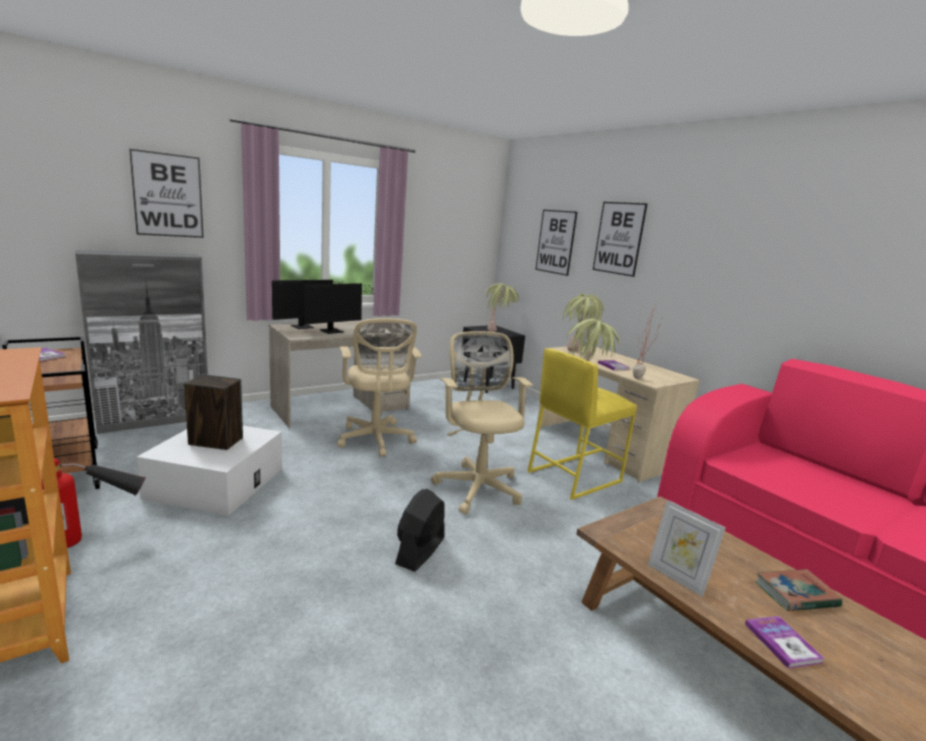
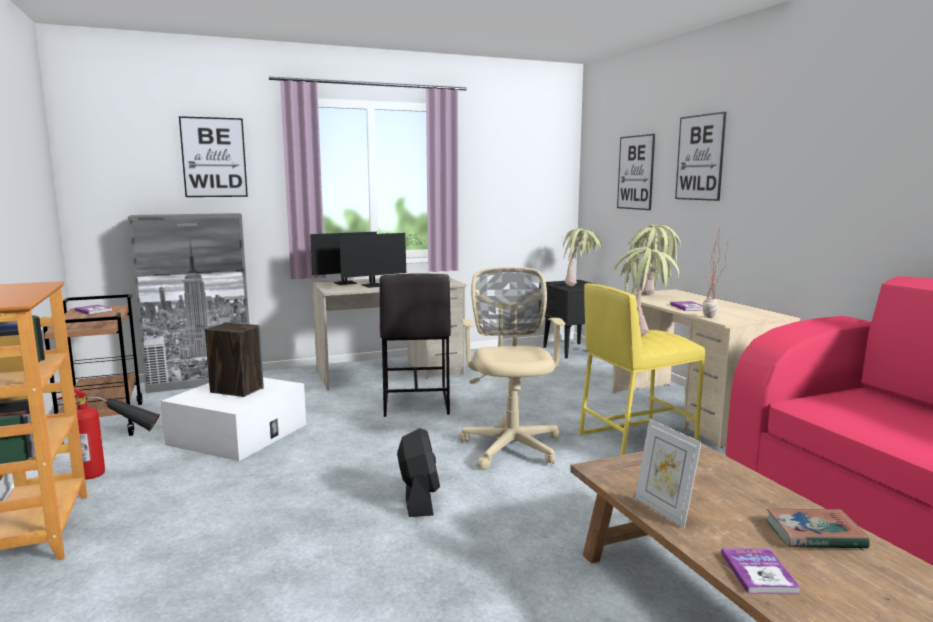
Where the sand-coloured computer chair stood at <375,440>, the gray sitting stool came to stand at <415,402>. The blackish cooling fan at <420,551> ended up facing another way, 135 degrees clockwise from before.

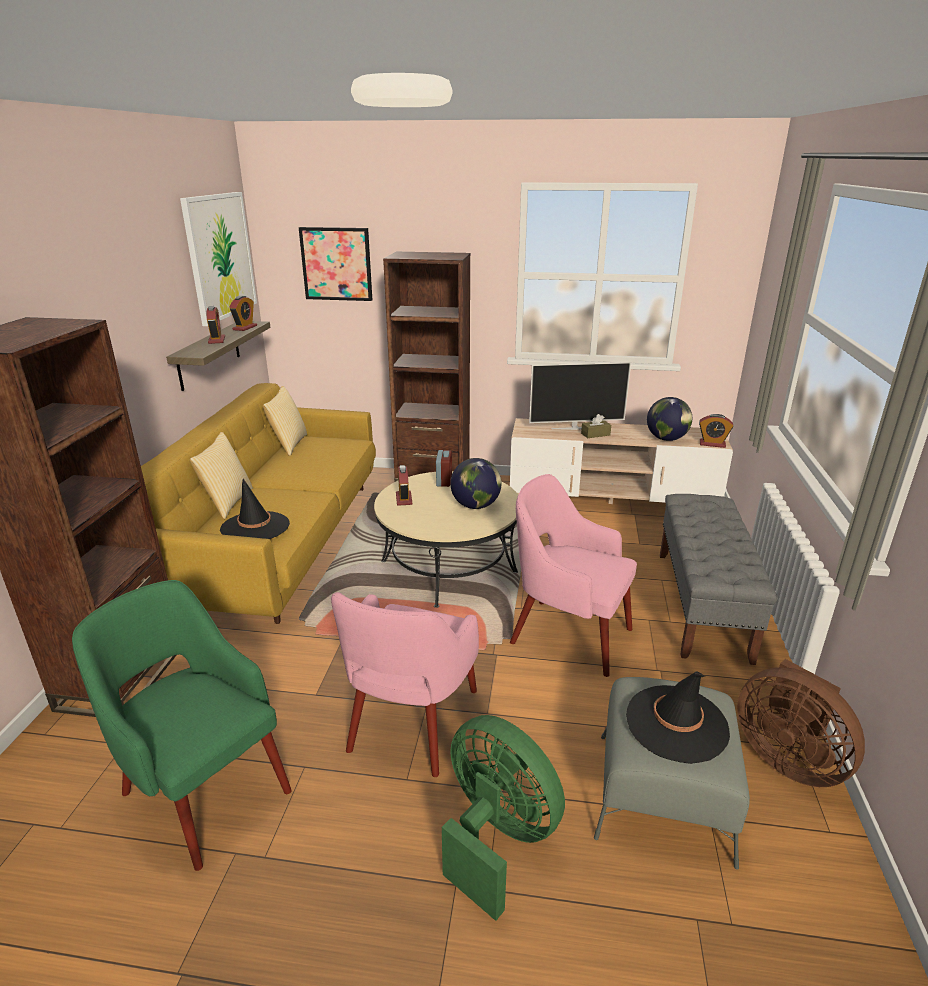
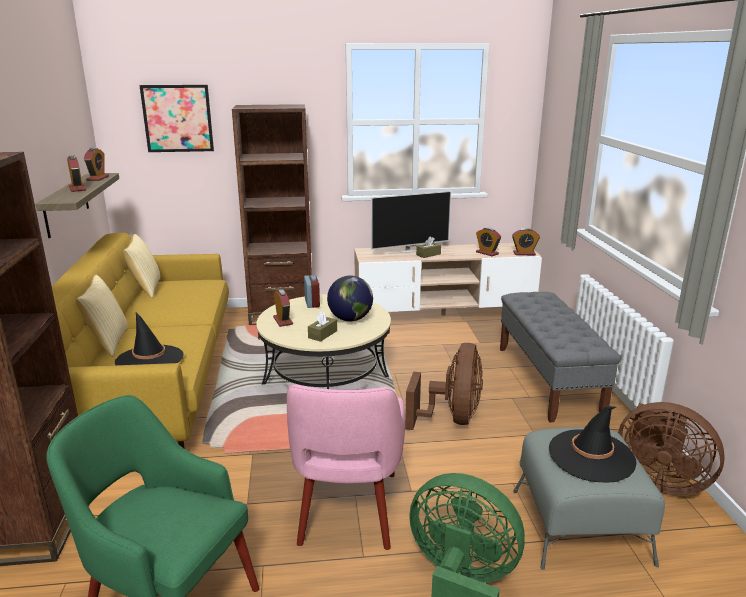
The second view gained the brown box of tissues at <322,334>. Where the pinkish armchair stood at <567,634>, the brown cooling fan came to stand at <451,418>. Where the world globe stood at <666,439>, the table clock came to stand at <487,253>. The second view lost the picture at <220,256>.

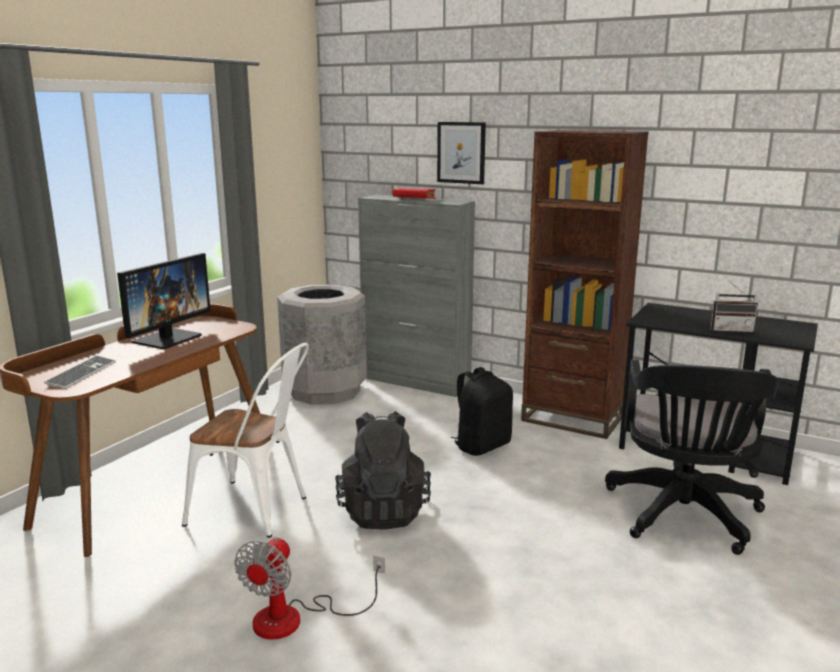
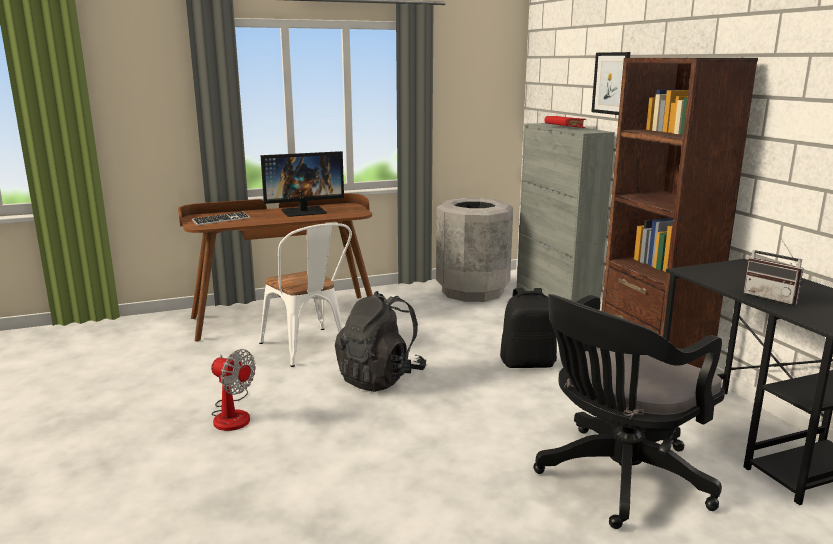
The cooling fan at <295,619> ended up facing another way, 120 degrees counterclockwise from before.

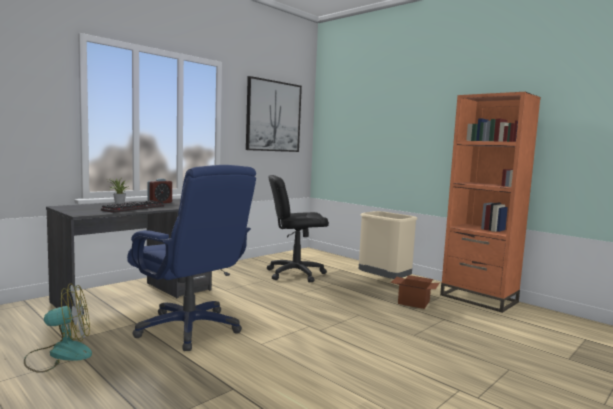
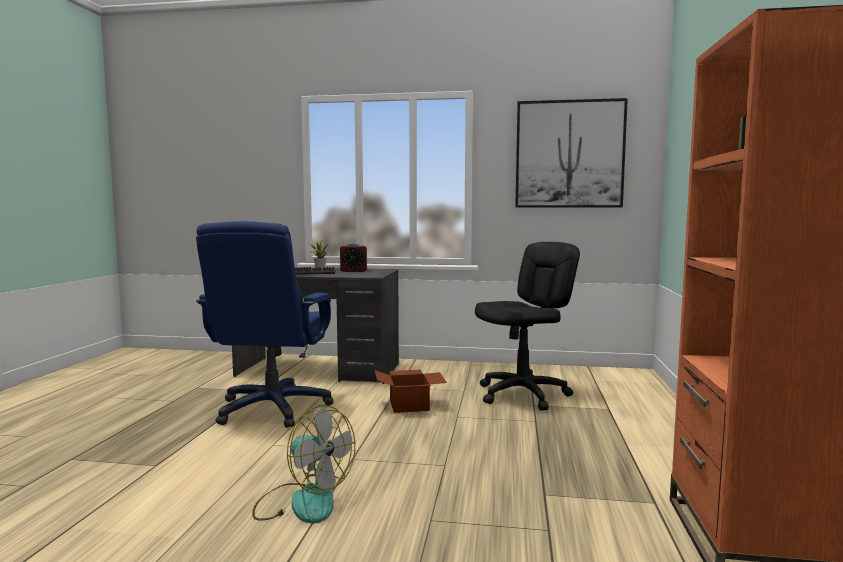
The cooling fan ended up elsewhere, having gone from <60,354> to <302,502>. The cardboard box ended up elsewhere, having gone from <414,302> to <410,405>. The blackish computer chair at <295,274> ended up facing another way, 105 degrees clockwise from before. The second view lost the sand-coloured trash can at <384,281>.

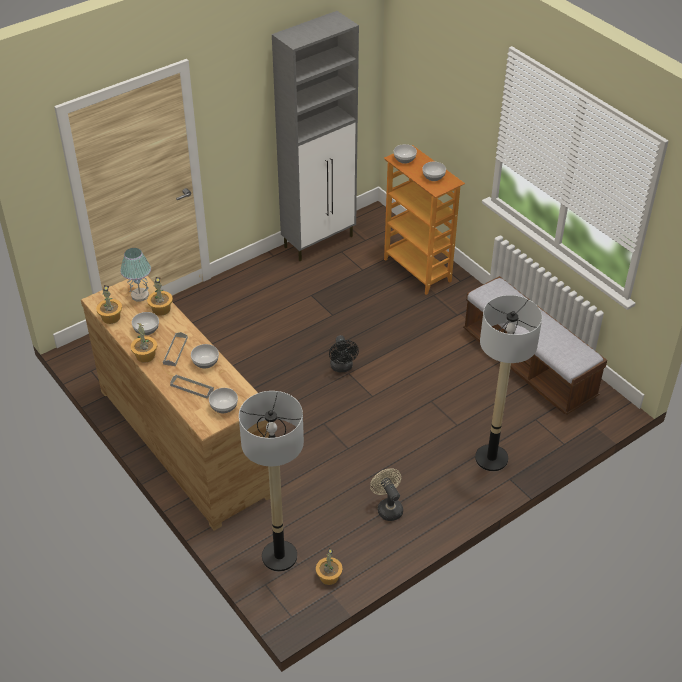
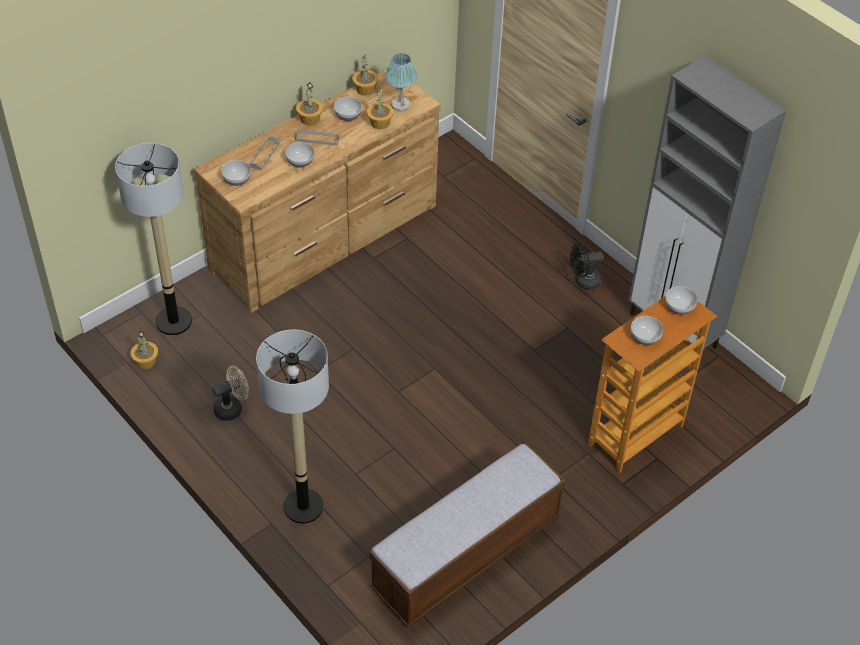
The blackish cooling fan ended up elsewhere, having gone from <342,367> to <583,281>.

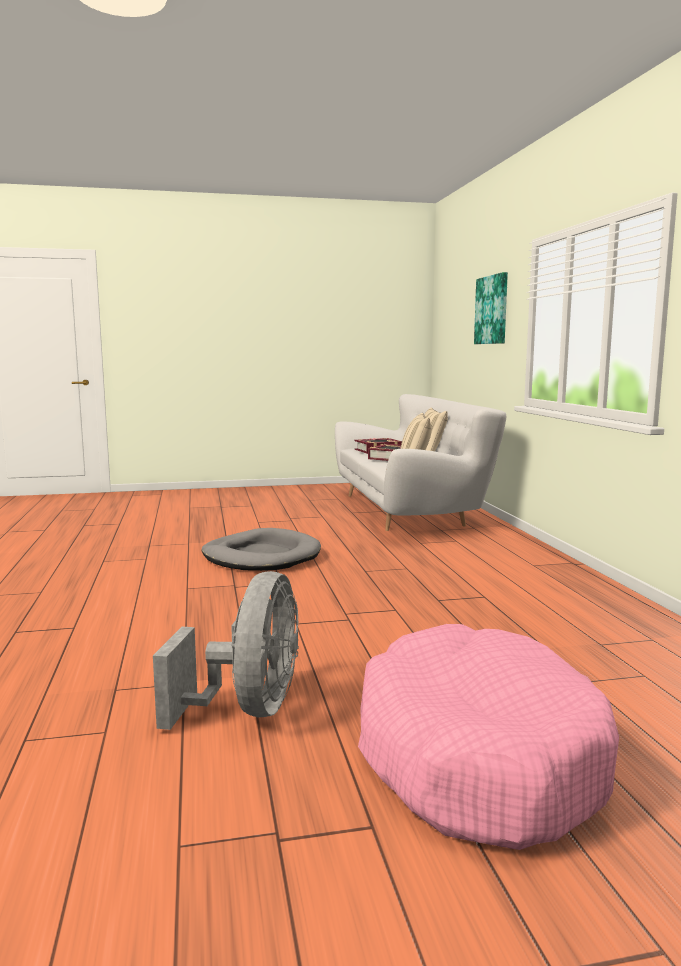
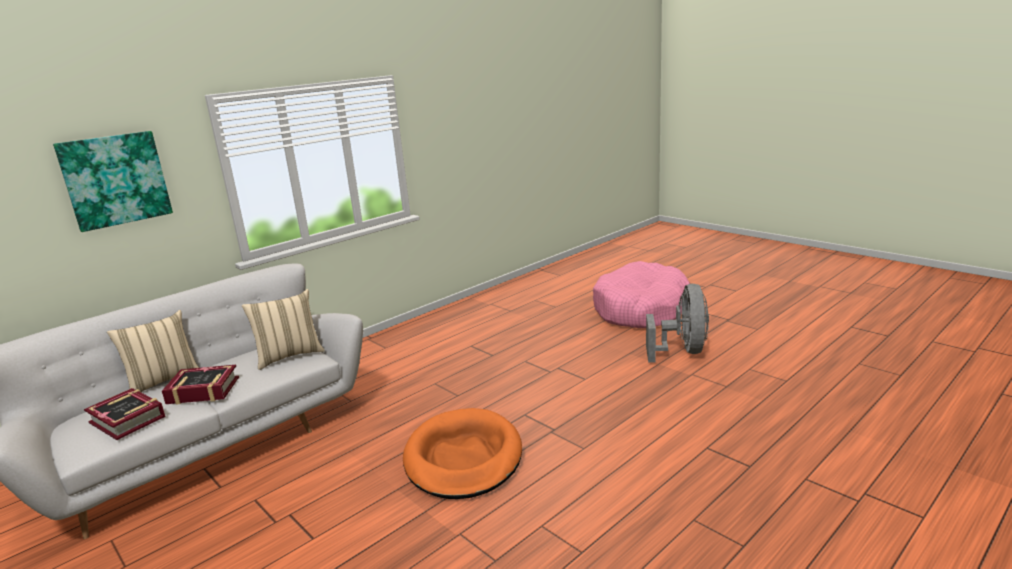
What was the gray dog bed at <261,556> turned into the orange-coloured dog bed at <463,458>. The gray cooling fan at <249,709> ended up facing another way, 120 degrees clockwise from before.

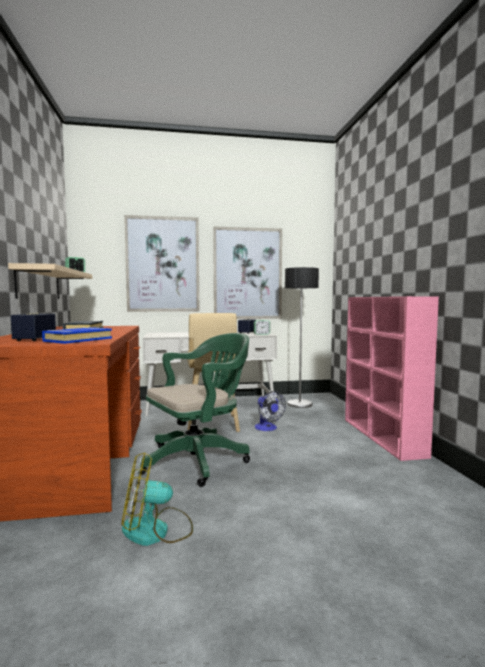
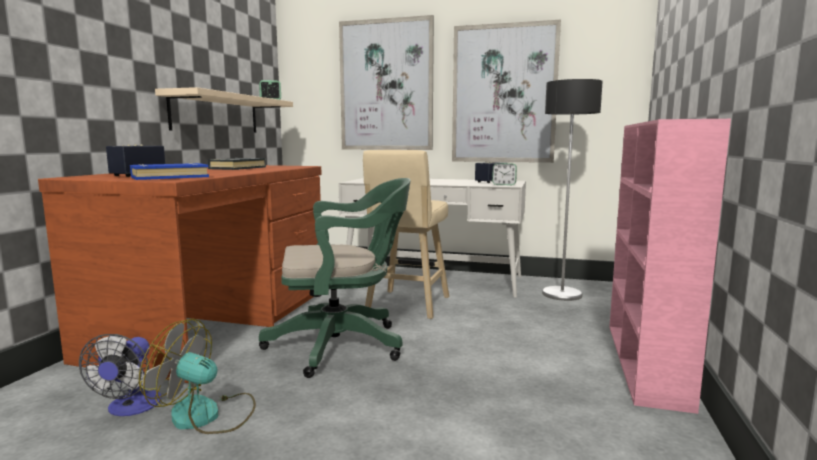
The cooling fan ended up elsewhere, having gone from <267,428> to <130,408>.

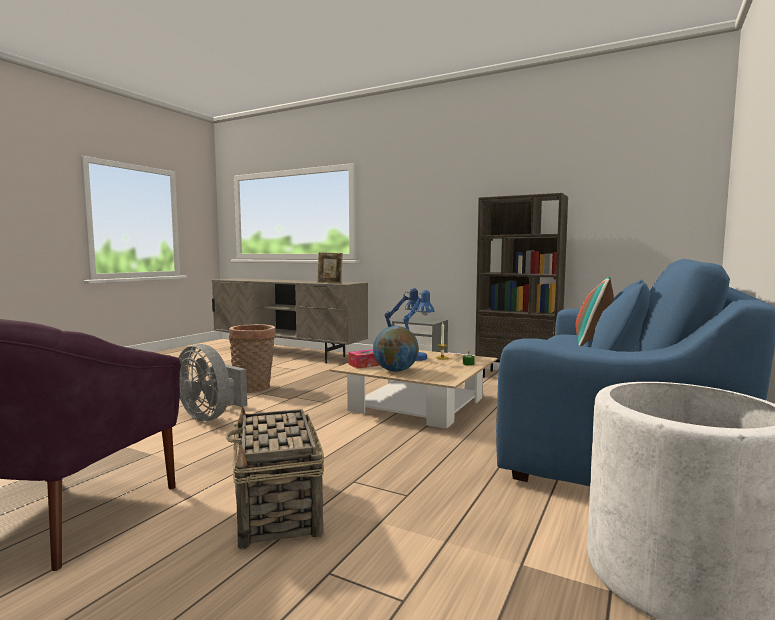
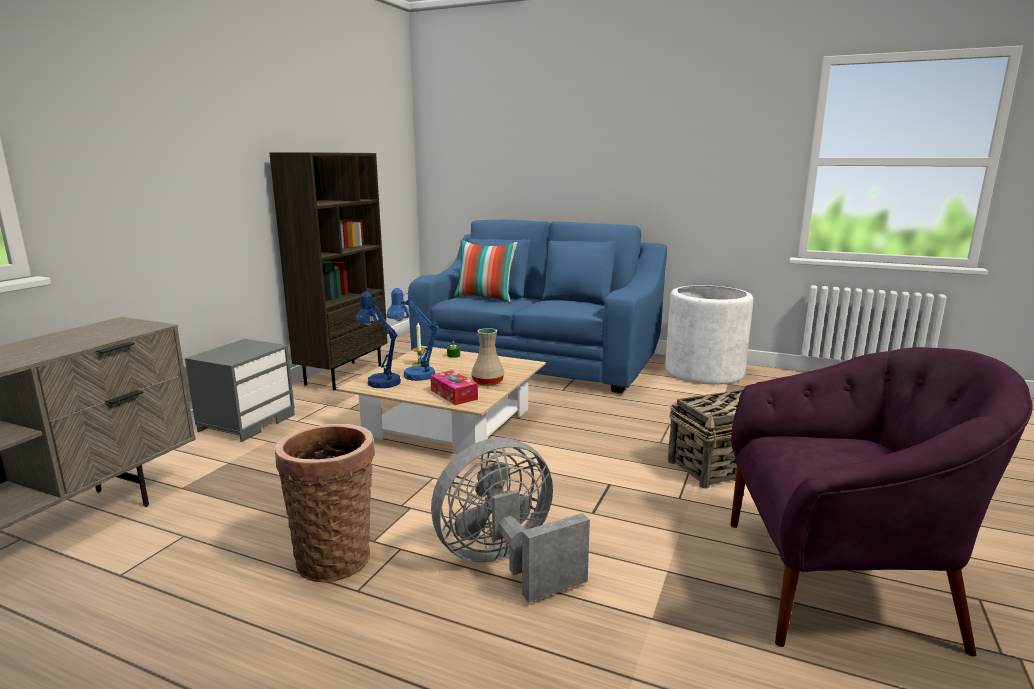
The gray cooling fan at <211,416> ended up facing another way, 150 degrees counterclockwise from before. Where the world globe stood at <395,371>, the sand-coloured vase came to stand at <488,382>. The second view lost the picture frame at <330,283>.

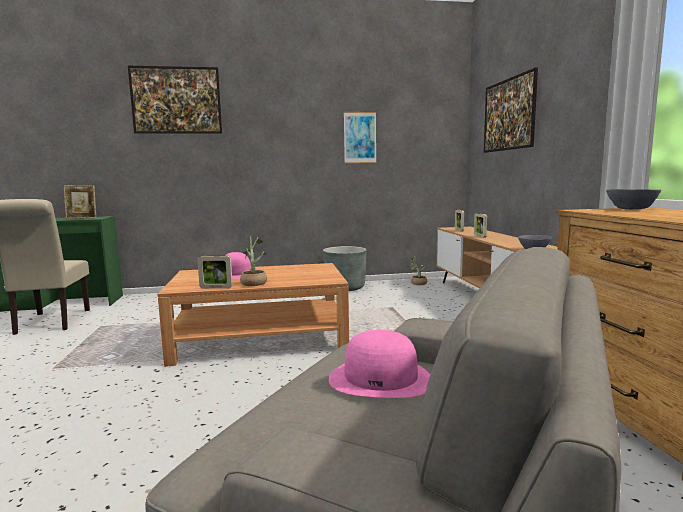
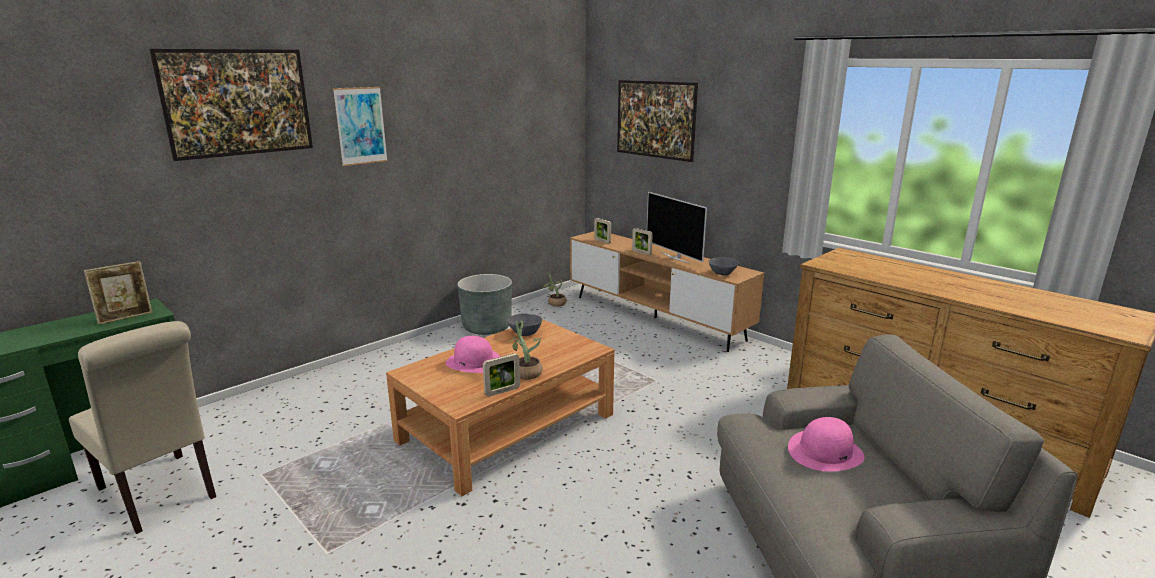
The picture ended up elsewhere, having gone from <360,137> to <361,126>. The gray deep dish ended up elsewhere, having gone from <631,209> to <525,333>. The second view gained the TV set at <675,257>.

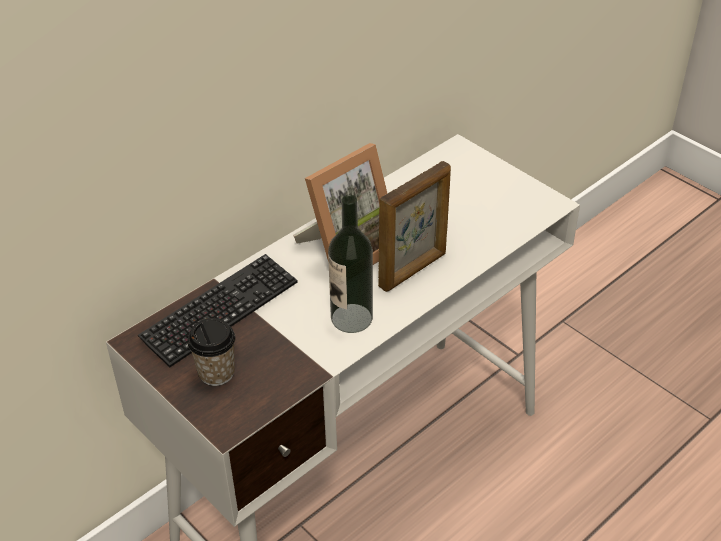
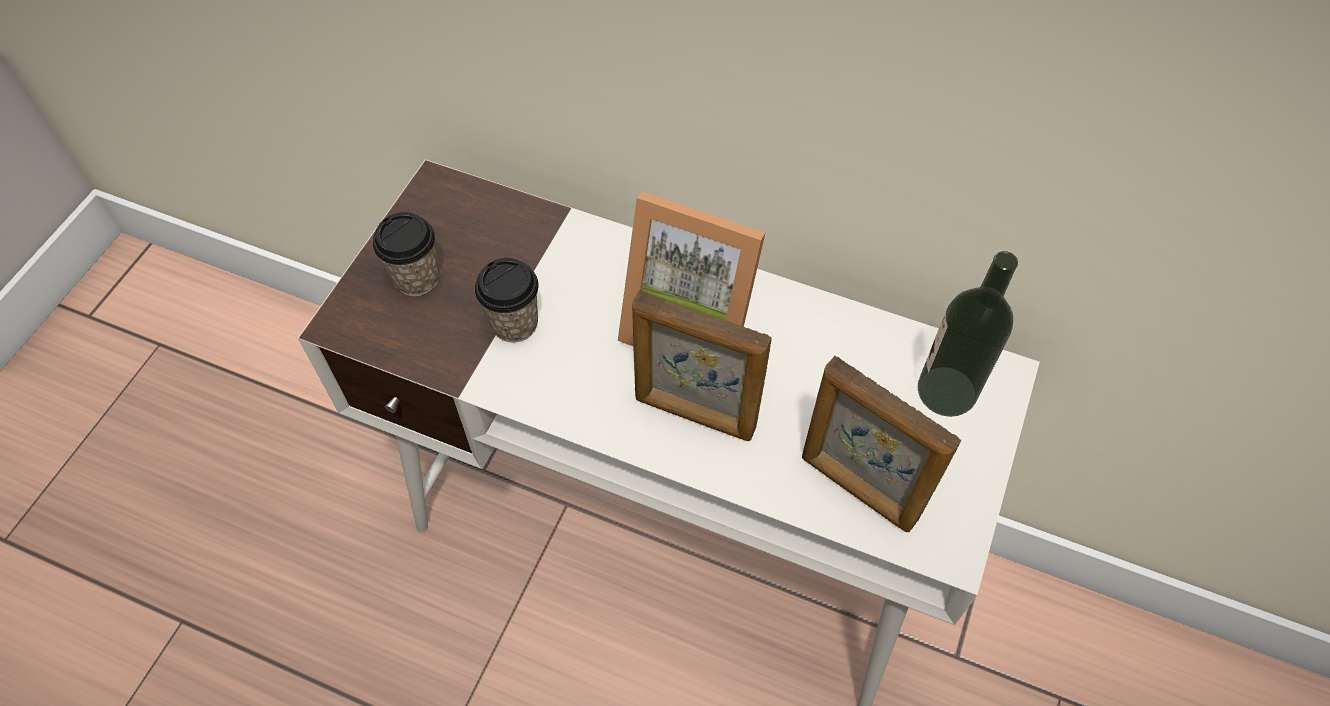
The second view gained the small cup at <514,323>. The second view gained the picture frame at <858,489>. The beverage bottle ended up elsewhere, having gone from <351,318> to <946,391>. The second view lost the PC keyboard at <220,311>.

